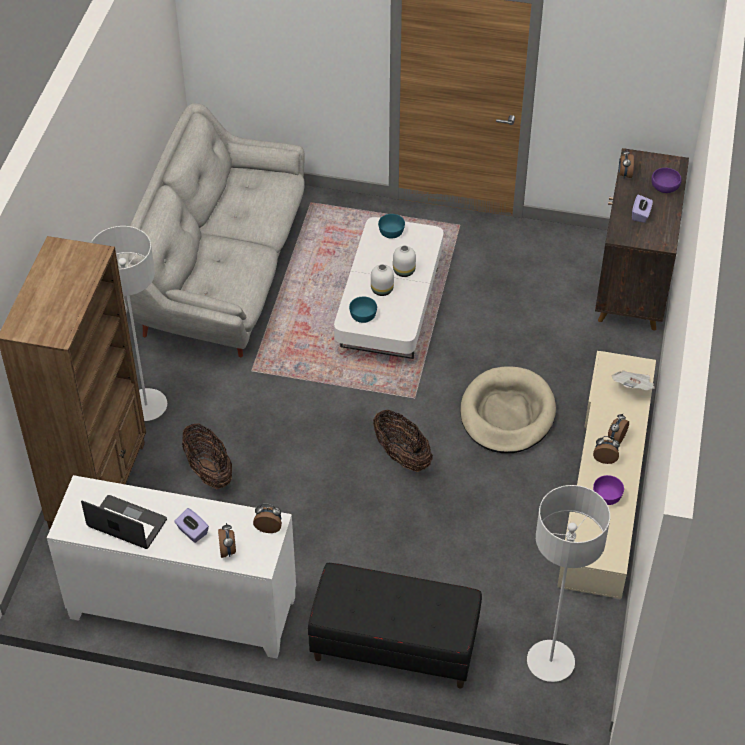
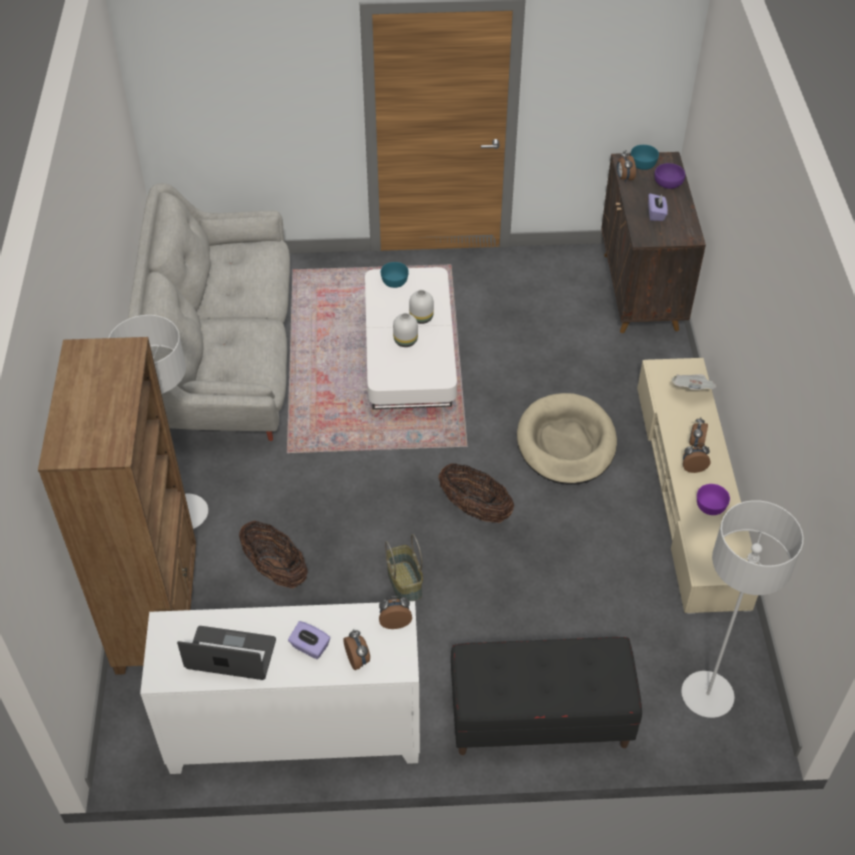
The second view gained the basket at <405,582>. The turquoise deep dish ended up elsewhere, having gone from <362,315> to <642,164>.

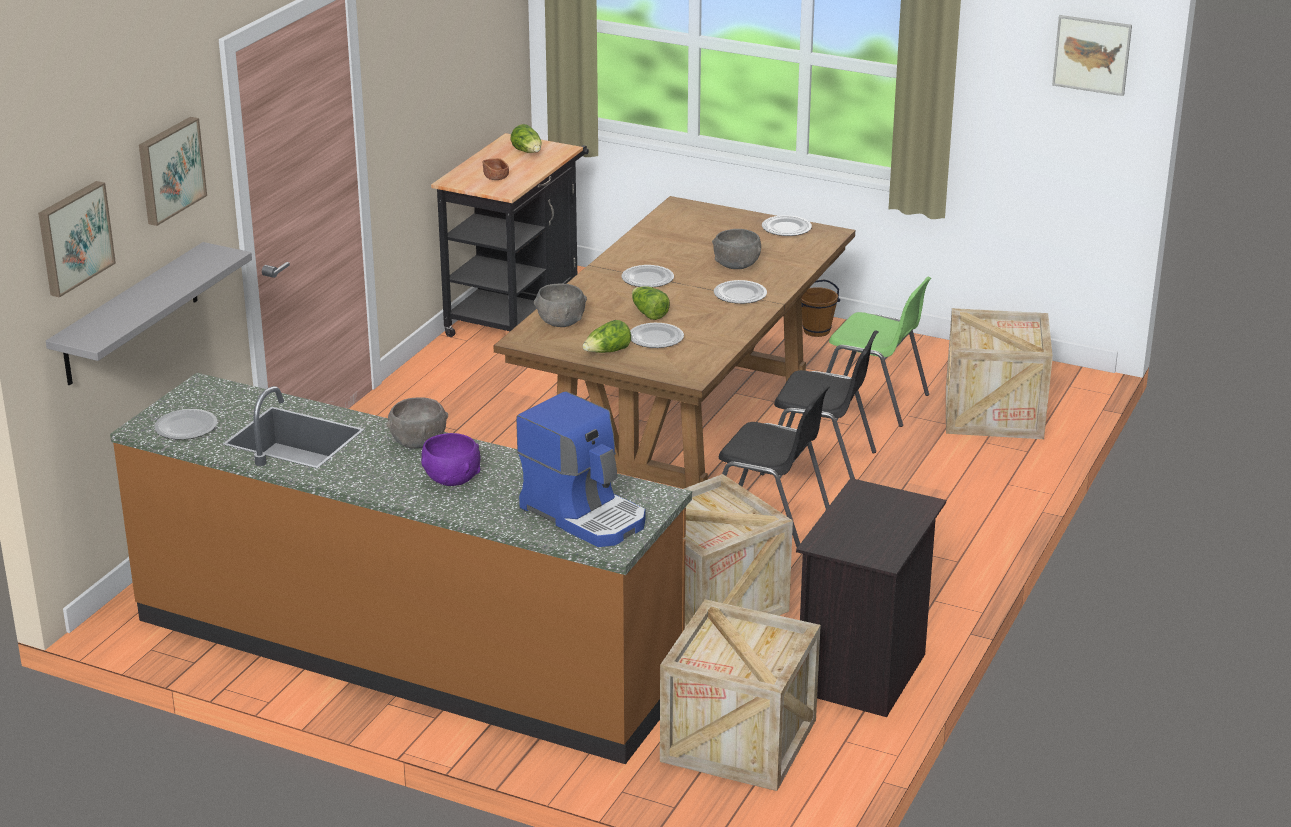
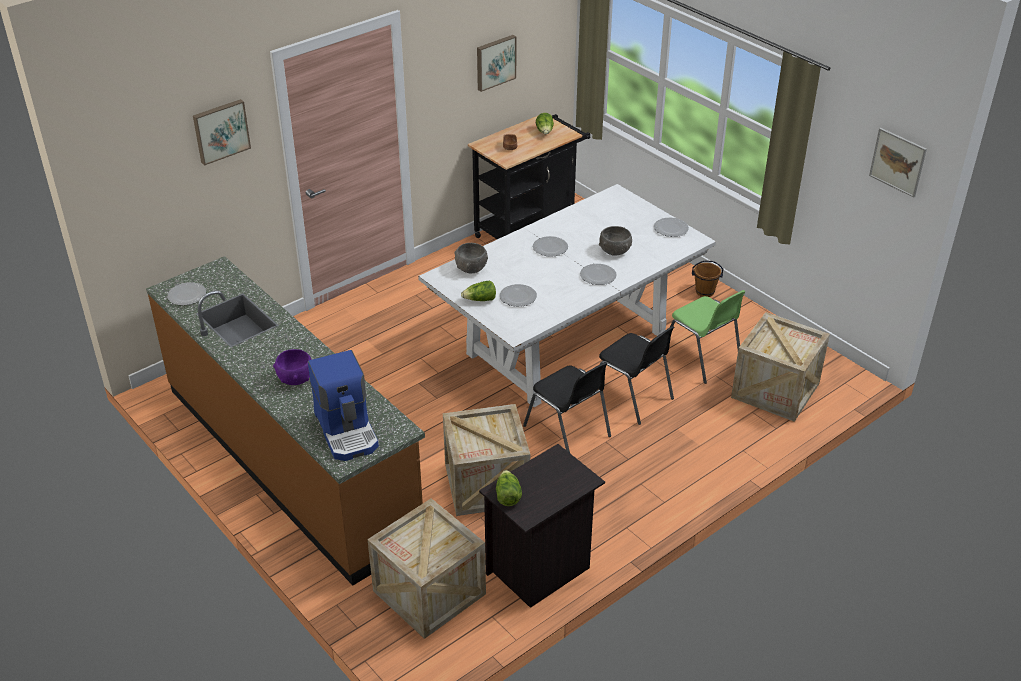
What was the brown kitchen table at <683,425> turned into the white-coloured kitchen table at <567,343>. The picture ended up elsewhere, having gone from <73,237> to <495,62>. The head of lettuce ended up elsewhere, having gone from <648,313> to <507,495>. The second view lost the gray bracket shelf at <131,315>. The second view lost the gray deep dish at <418,442>.

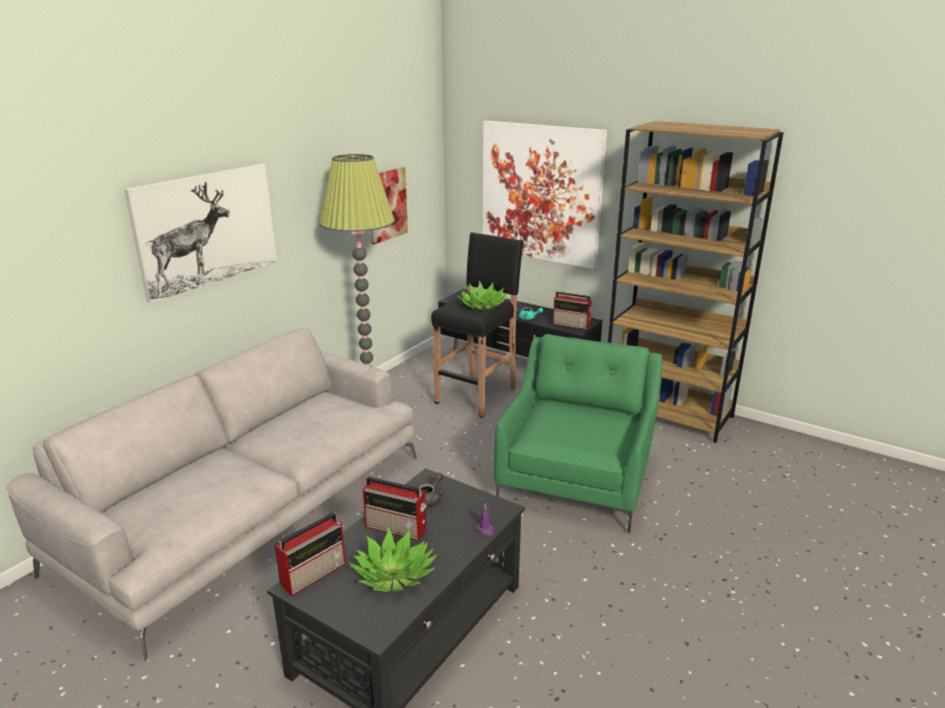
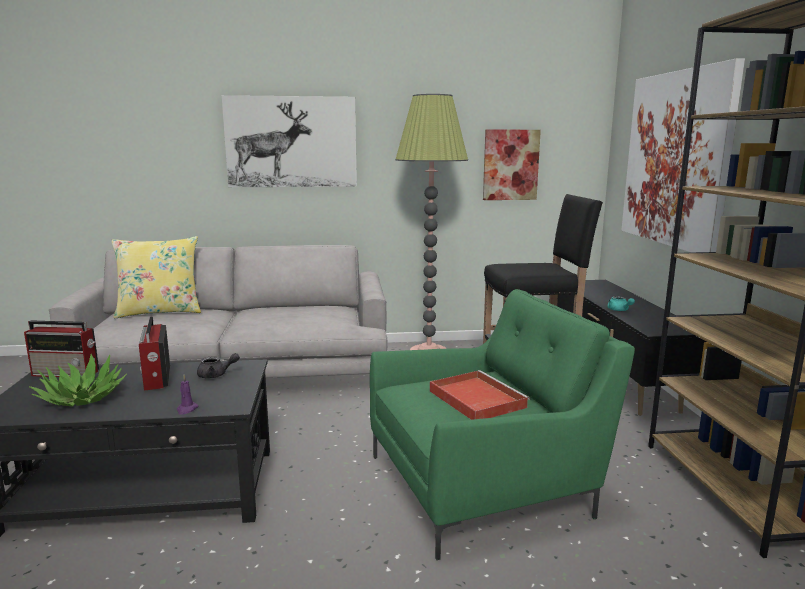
The second view gained the yellowish cushion at <160,312>. The second view gained the red-coloured carrying tray at <475,398>. The second view lost the plant in a pot at <482,306>. The second view lost the radio set at <572,324>.

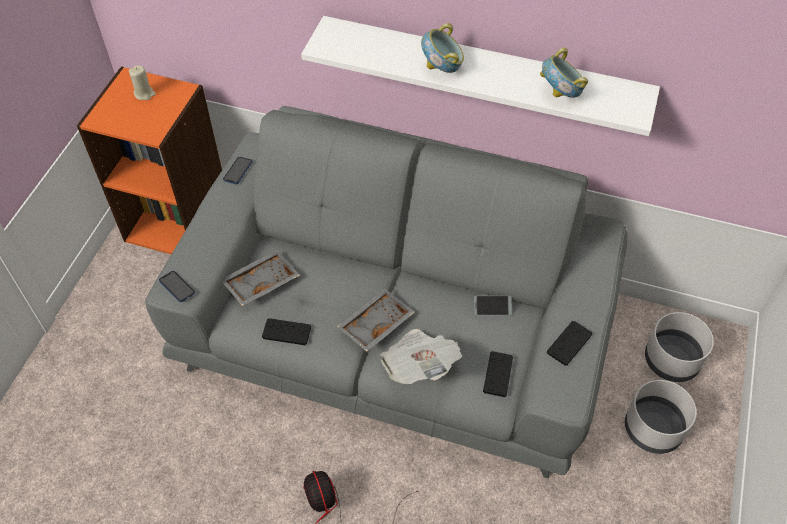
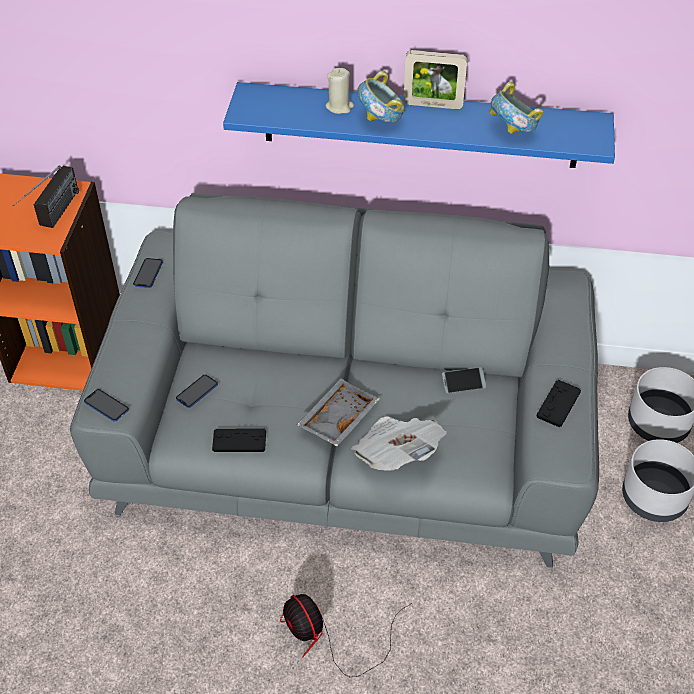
The second view gained the radio set at <53,218>. Where the gray carrying tray stood at <260,282>, the telephone came to stand at <197,392>. What was the white-coloured bracket shelf at <483,74> turned into the blue bracket shelf at <420,125>. The sand-coloured candle ended up elsewhere, having gone from <144,94> to <339,107>. The second view gained the picture frame at <433,105>. The second view lost the blackish gamepad at <498,374>.

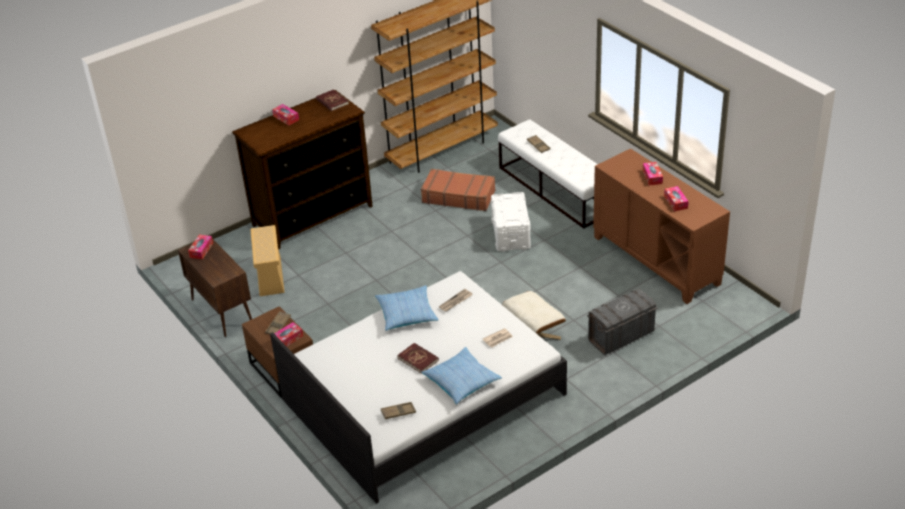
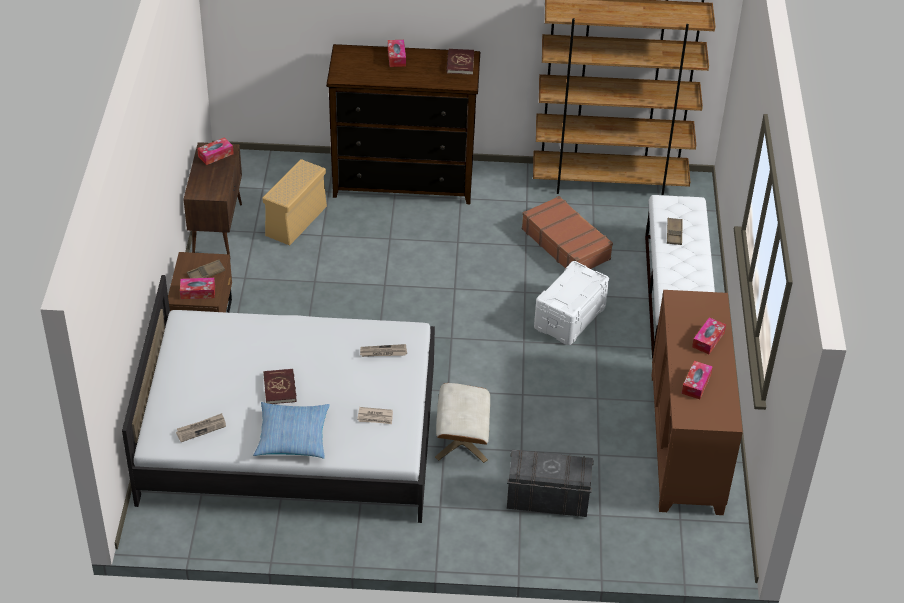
Where the brown carrying tray stood at <398,412>, the newspaper came to stand at <201,428>. The second view lost the cushion at <406,313>.

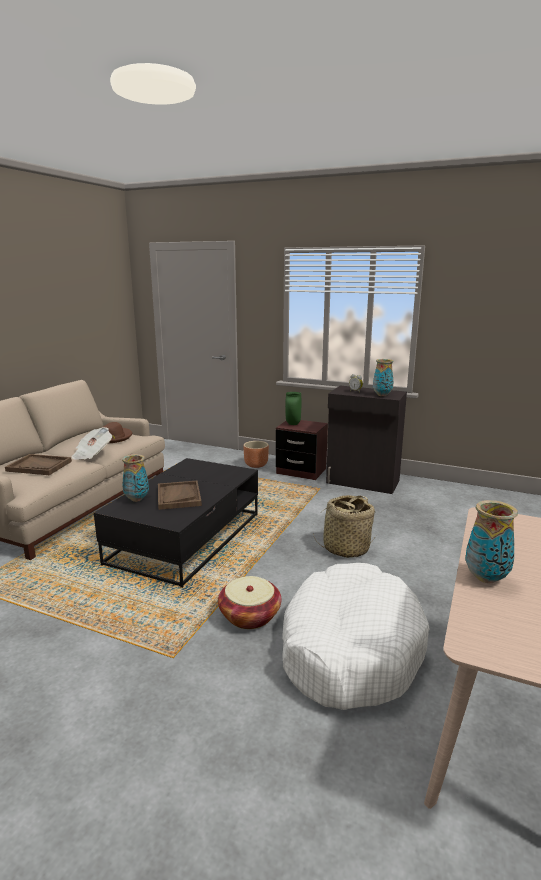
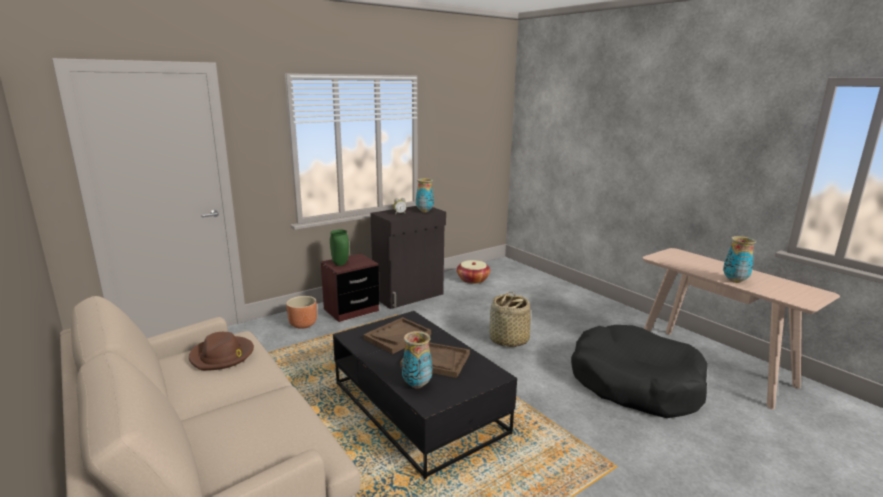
The brown carrying tray ended up elsewhere, having gone from <39,466> to <397,336>. The basket ended up elsewhere, having gone from <249,616> to <473,279>. What was the white-coloured dog bed at <350,648> turned into the blackish dog bed at <635,383>. The second view lost the newspaper at <92,454>.

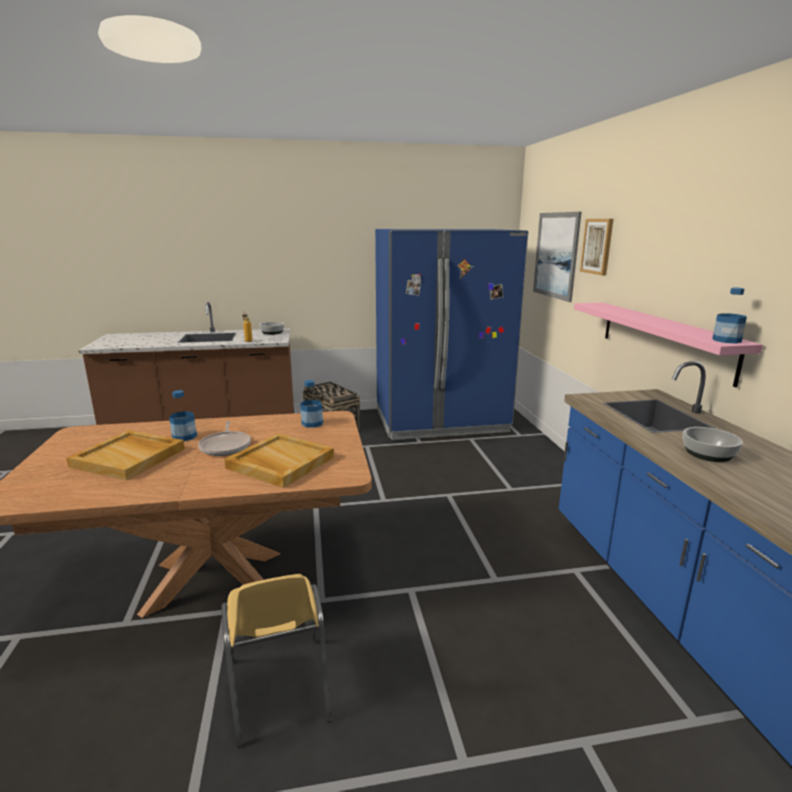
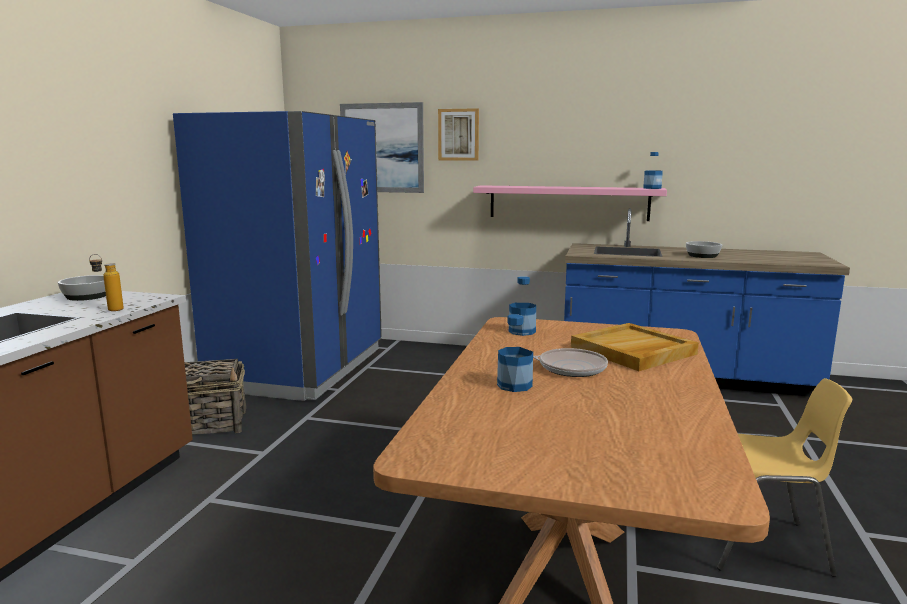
The second view lost the sand-coloured carrying tray at <130,457>.

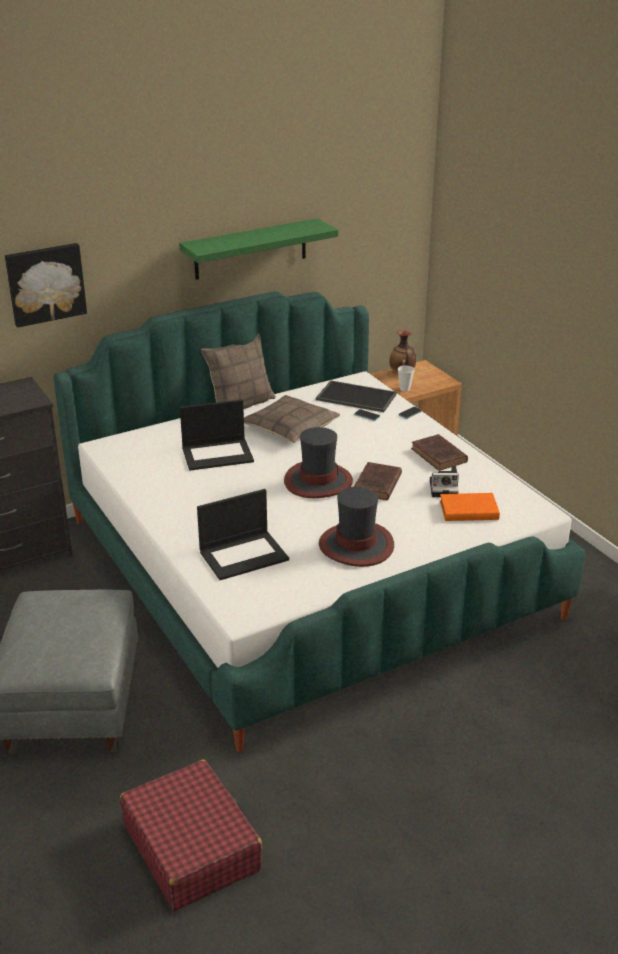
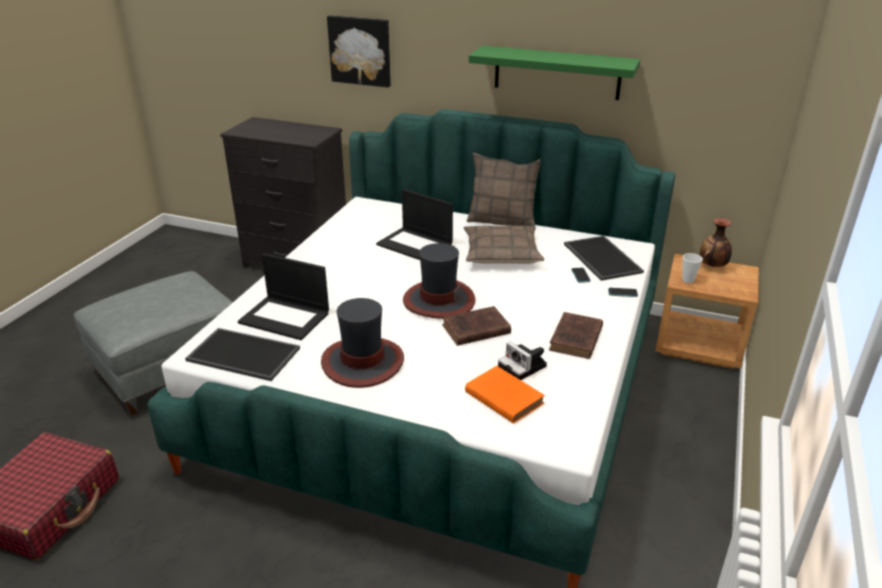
The second view gained the carrying tray at <241,355>.

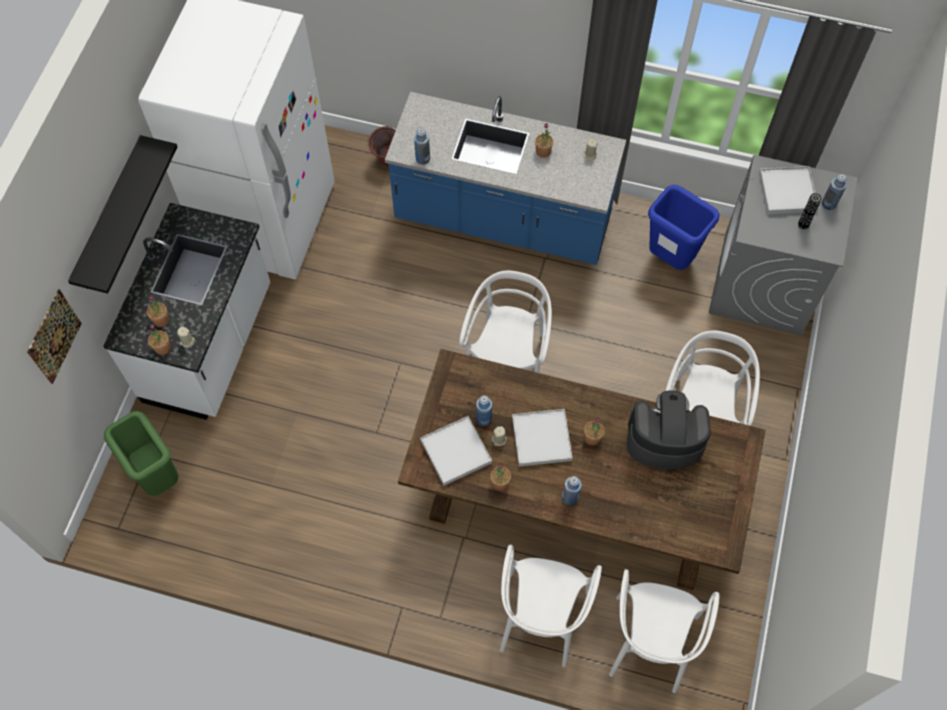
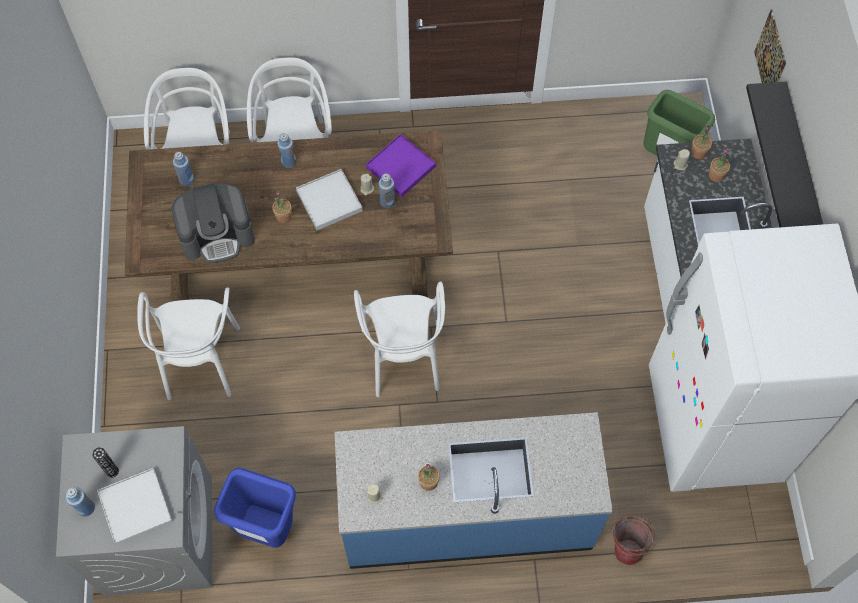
The blue beverage bottle ended up elsewhere, having gone from <422,158> to <186,180>. What was the white-coloured carrying tray at <456,452> turned into the purple-coloured carrying tray at <401,167>. The second view lost the plant in a pot at <500,482>.

